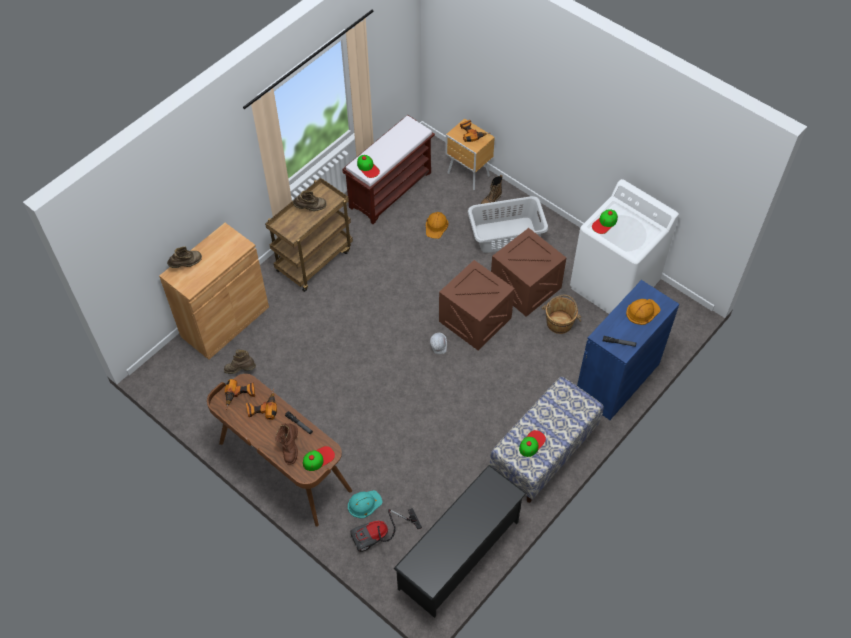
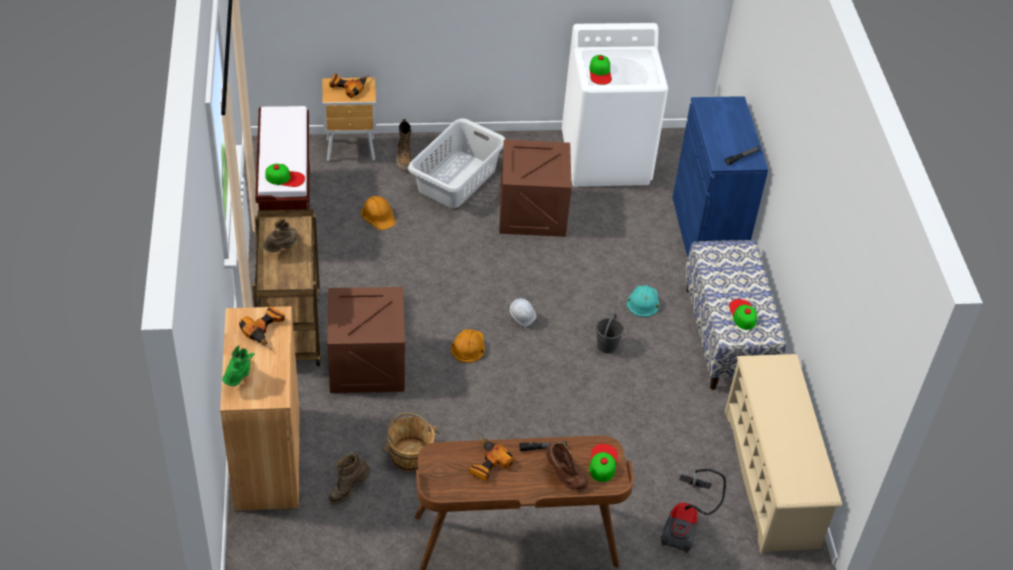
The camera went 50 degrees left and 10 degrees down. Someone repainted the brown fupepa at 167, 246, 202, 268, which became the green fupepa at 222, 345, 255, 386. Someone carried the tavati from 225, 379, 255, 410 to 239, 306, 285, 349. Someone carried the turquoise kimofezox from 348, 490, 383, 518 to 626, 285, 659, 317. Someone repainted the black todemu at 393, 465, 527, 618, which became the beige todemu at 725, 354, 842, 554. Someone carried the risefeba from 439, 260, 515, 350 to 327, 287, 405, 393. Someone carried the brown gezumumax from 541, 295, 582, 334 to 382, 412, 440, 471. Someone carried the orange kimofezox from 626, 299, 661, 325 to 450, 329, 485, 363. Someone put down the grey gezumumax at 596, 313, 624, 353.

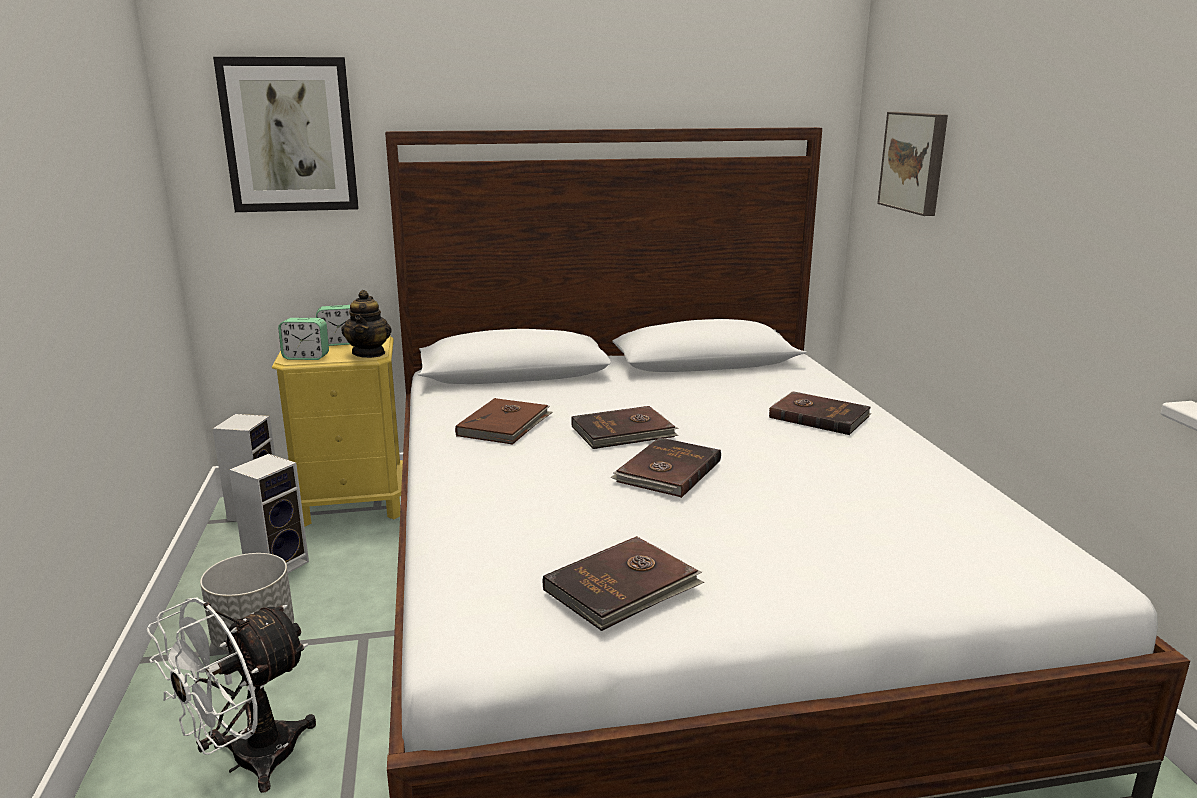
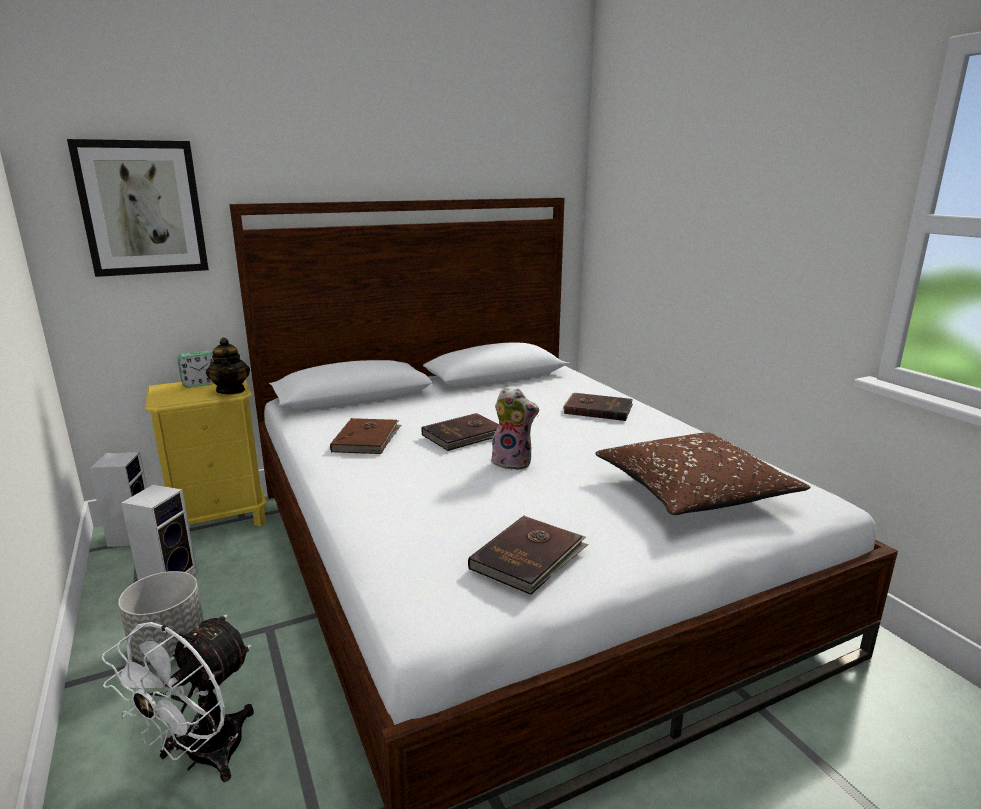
The camera went 15 degrees left and 0 degrees up. Someone took away the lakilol at 278, 318, 329, 360. Someone swapped the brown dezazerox at 610, 437, 721, 498 for the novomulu at 491, 387, 539, 470. Someone took away the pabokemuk at 877, 112, 948, 216. Someone put down the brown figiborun at 595, 433, 810, 515.

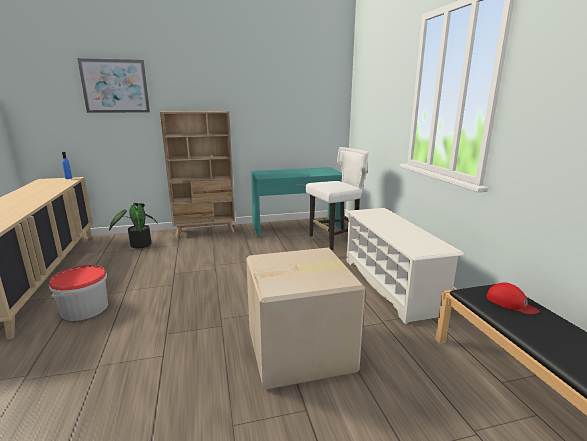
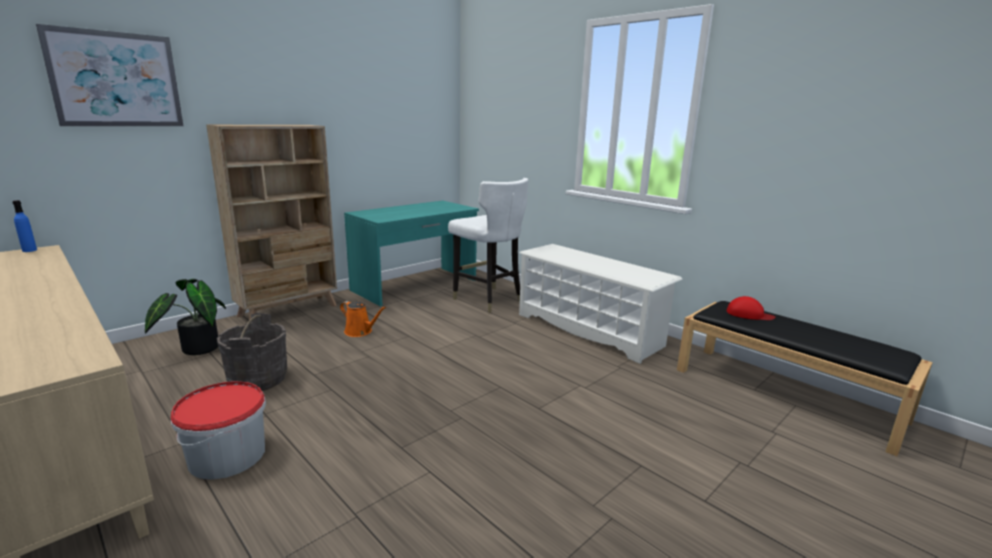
The camera went 30 degrees left and 0 degrees up. Someone took away the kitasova at 246, 247, 365, 389. Someone rotated the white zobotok at 305, 147, 369, 251 by 105 degrees clockwise. Someone put down the grey gezumumax at 217, 313, 287, 391. Someone put down the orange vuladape at 340, 301, 386, 337.

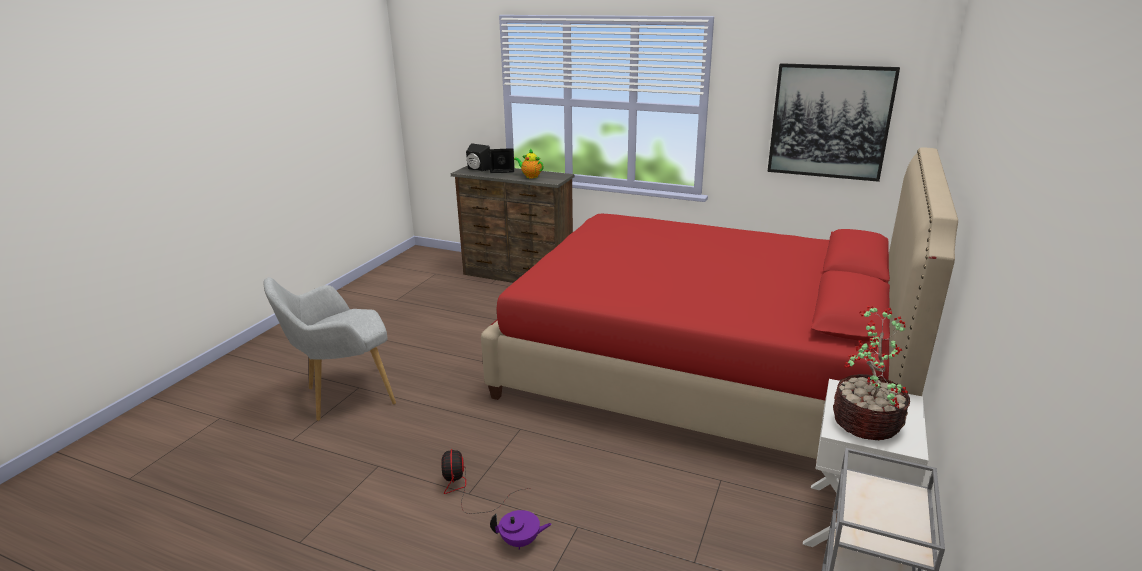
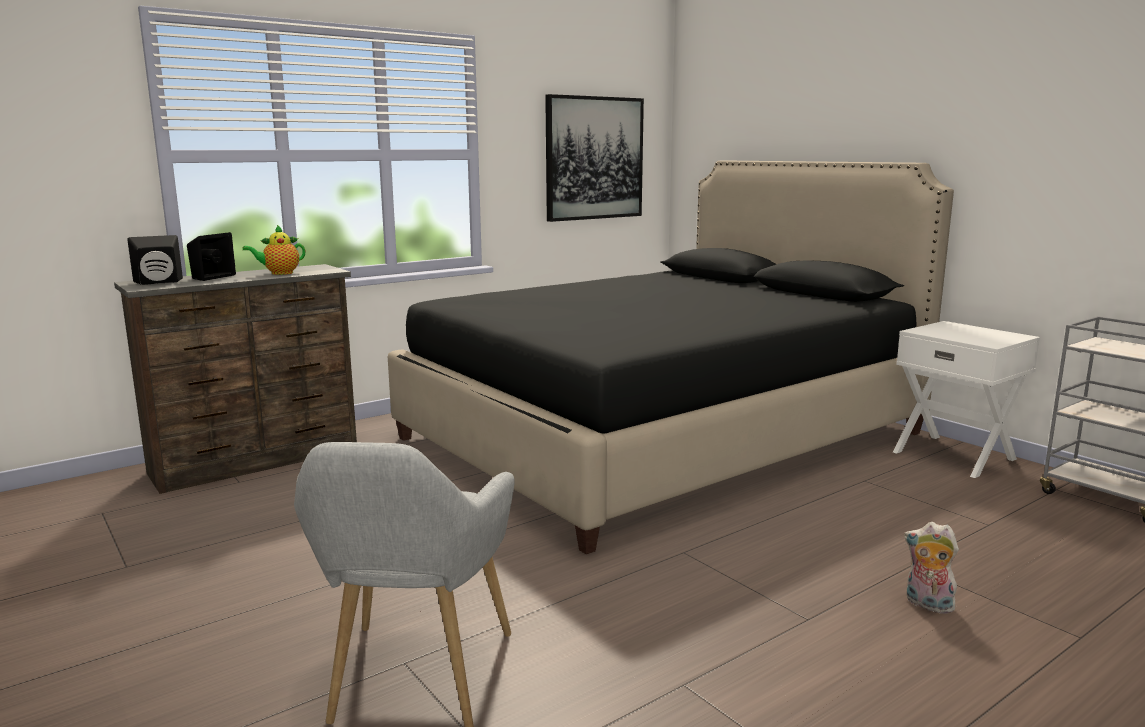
The camera went 60 degrees left and 10 degrees down. Someone took away the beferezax at 441, 449, 530, 514. Someone repainted the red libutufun at 481, 147, 958, 459, which became the black libutufun at 388, 160, 954, 554. Someone swapped the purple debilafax at 490, 510, 552, 550 for the novomulu at 904, 522, 960, 614. Someone took away the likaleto at 833, 306, 910, 440.

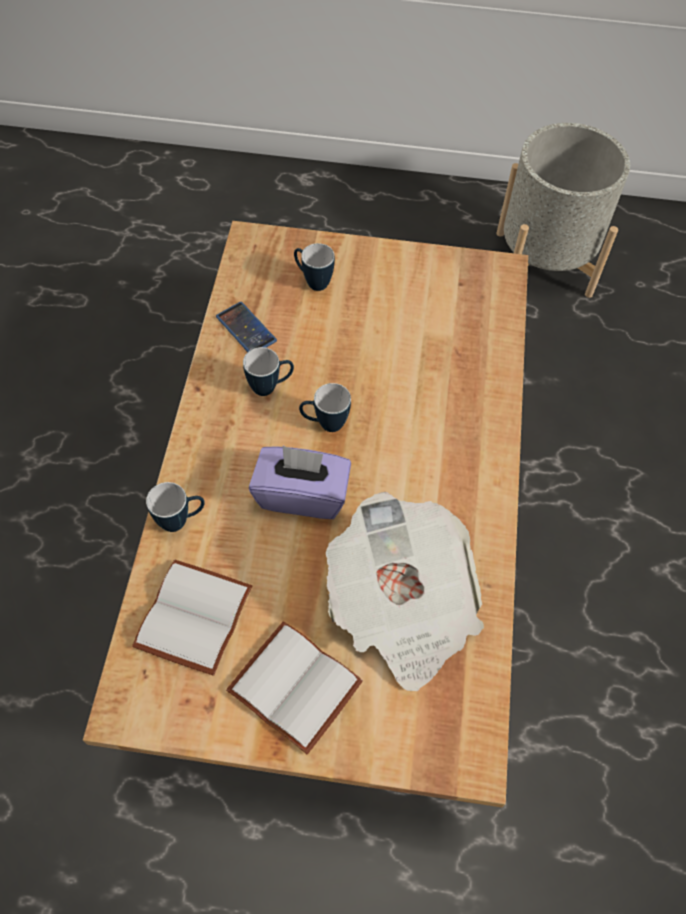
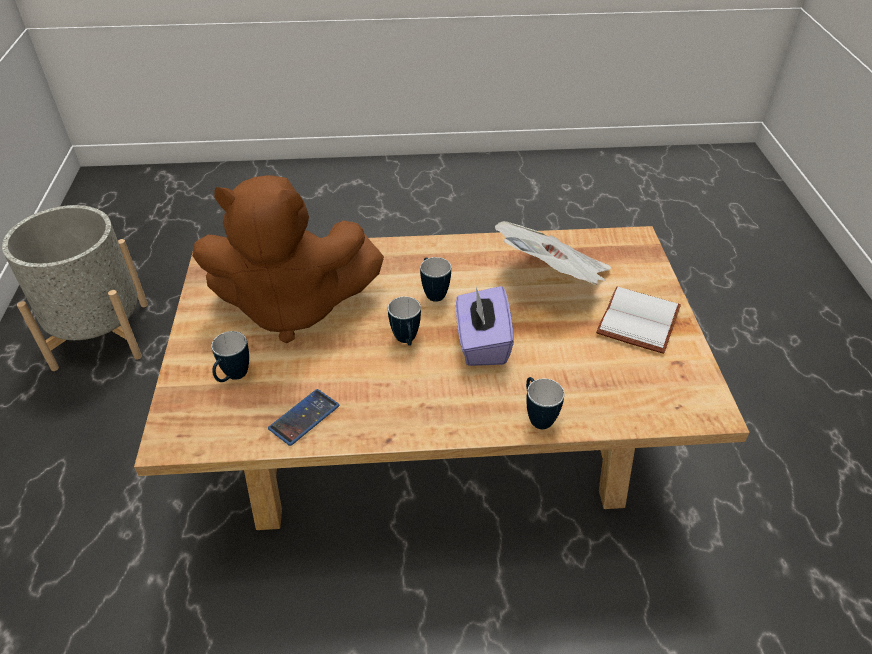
The camera went 100 degrees left and 15 degrees down. Someone took away the white dezazerox at 132, 560, 252, 676. Someone carried the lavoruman from 243, 347, 294, 396 to 420, 257, 451, 302. Someone put down the brown novomulu at 192, 175, 384, 343.

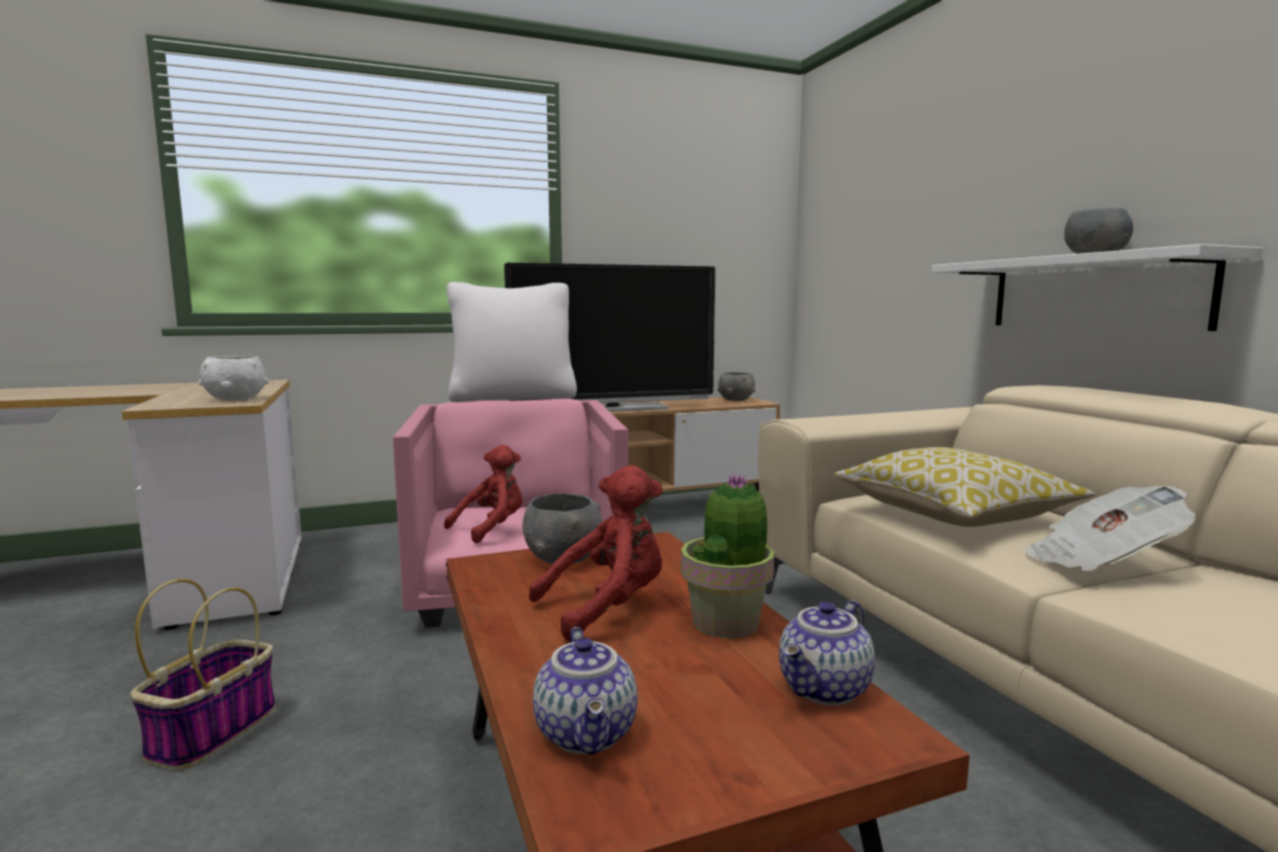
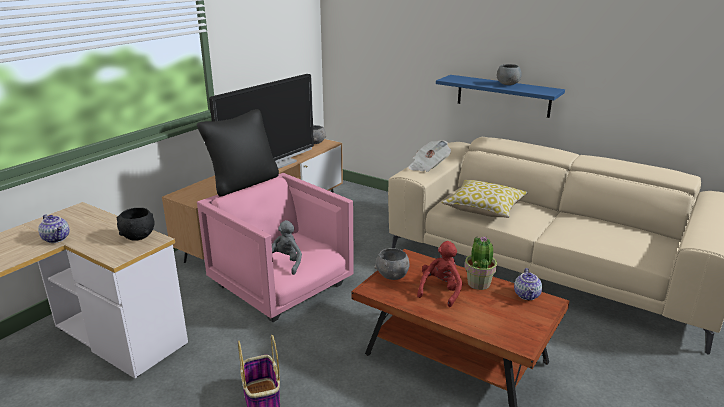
The camera went 35 degrees left and 15 degrees up. Someone repainted the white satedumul at 199, 356, 268, 400, which became the black satedumul at 117, 208, 155, 240. Someone repainted the red novomulu at 444, 445, 522, 543, which became the grey novomulu at 272, 220, 302, 275. Someone repainted the white figiborun at 447, 282, 577, 402, which became the black figiborun at 197, 109, 279, 196. Someone carried the debilafax from 533, 627, 637, 755 to 38, 214, 69, 243. Someone repainted the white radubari at 932, 244, 1263, 331, which became the blue radubari at 436, 75, 565, 118. Someone carried the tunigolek from 1025, 486, 1196, 571 to 408, 140, 451, 172.

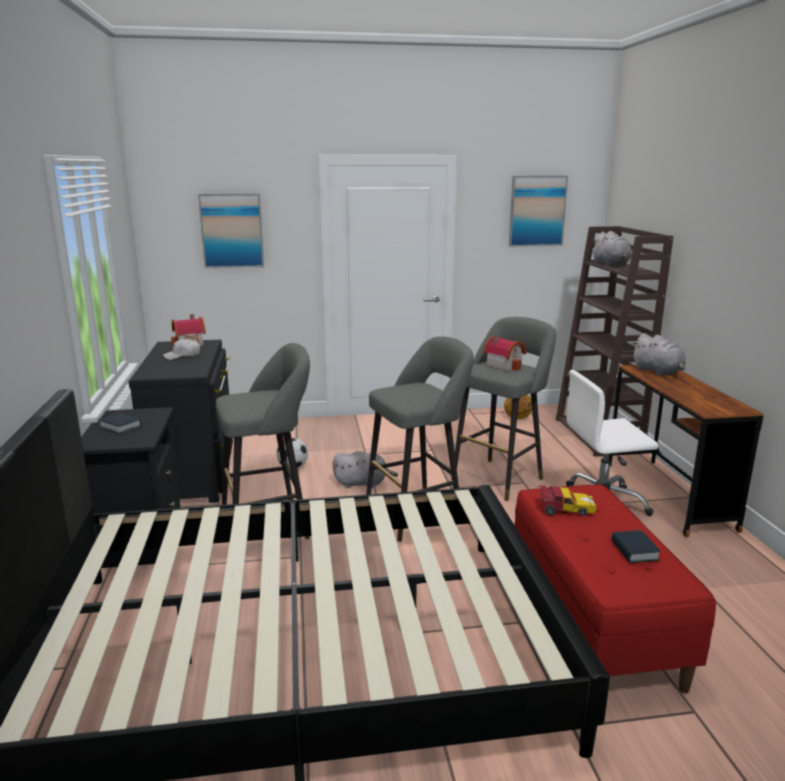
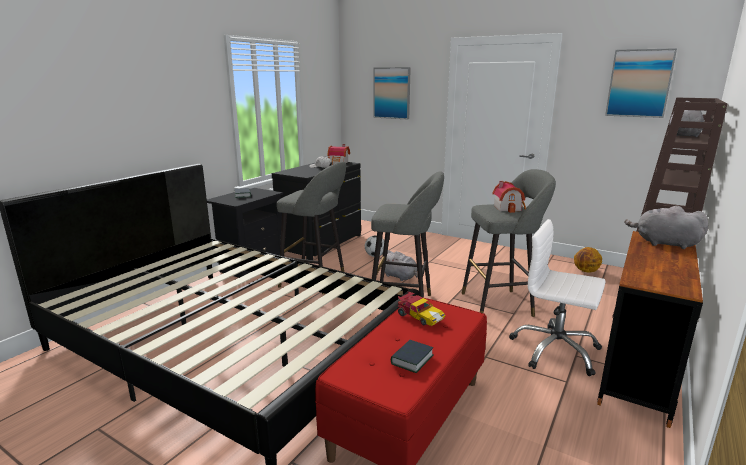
The camera went 40 degrees right and 0 degrees up. Someone rotated the grey novomulu at 632, 333, 686, 376 by 105 degrees clockwise.

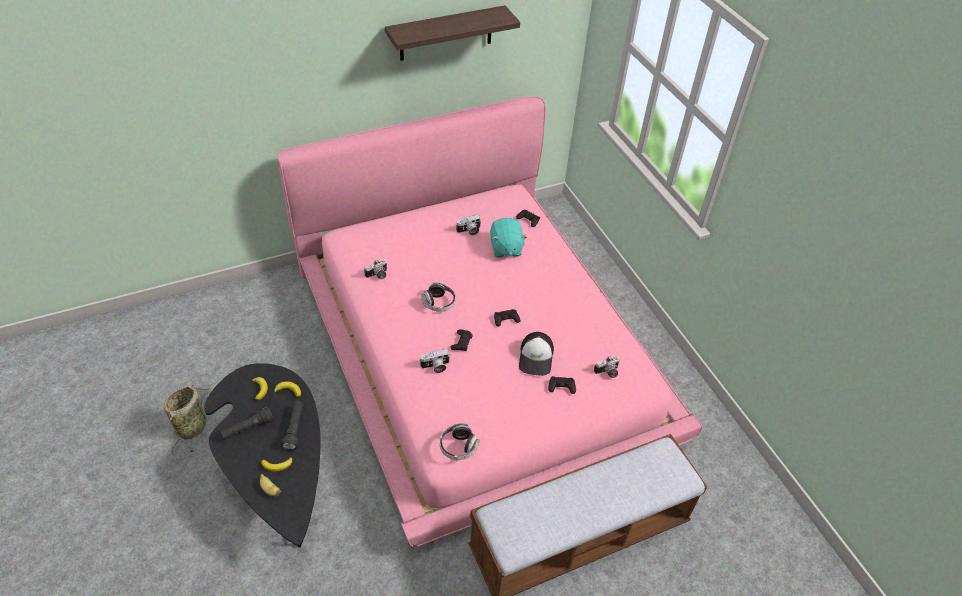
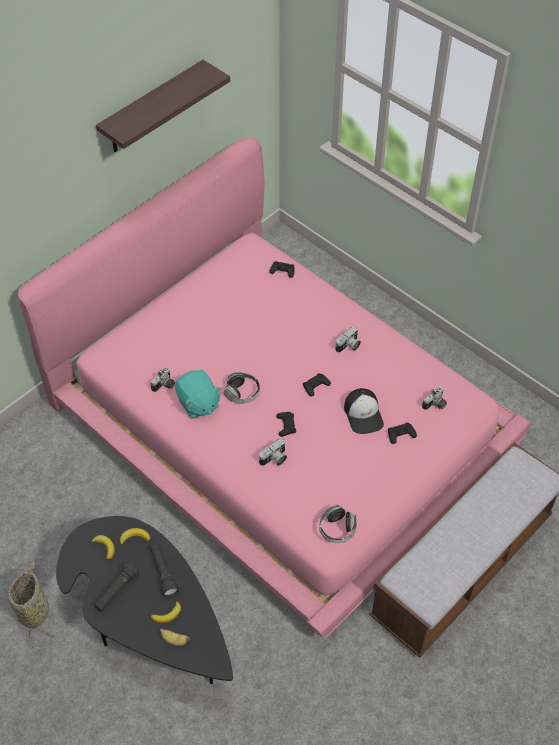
The camera went 20 degrees left and 5 degrees up. Someone carried the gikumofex from 457, 215, 481, 235 to 336, 326, 361, 353. Someone carried the turquoise novomulu from 490, 218, 527, 257 to 175, 370, 221, 419.

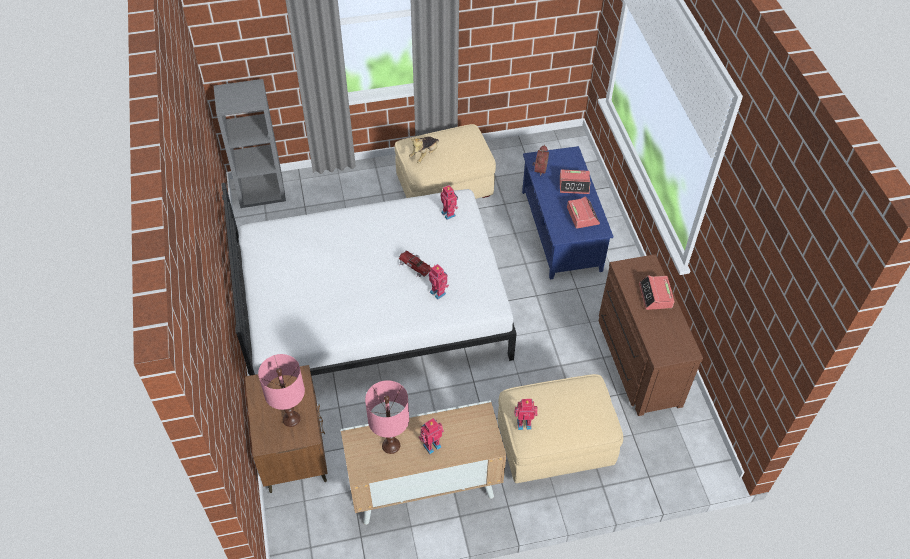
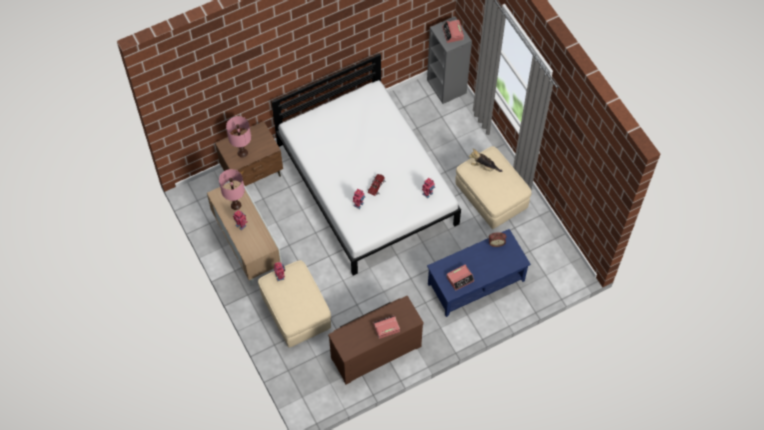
The camera went 75 degrees right and 10 degrees up. Someone carried the lakilol from 560, 170, 590, 194 to 442, 20, 464, 43.

